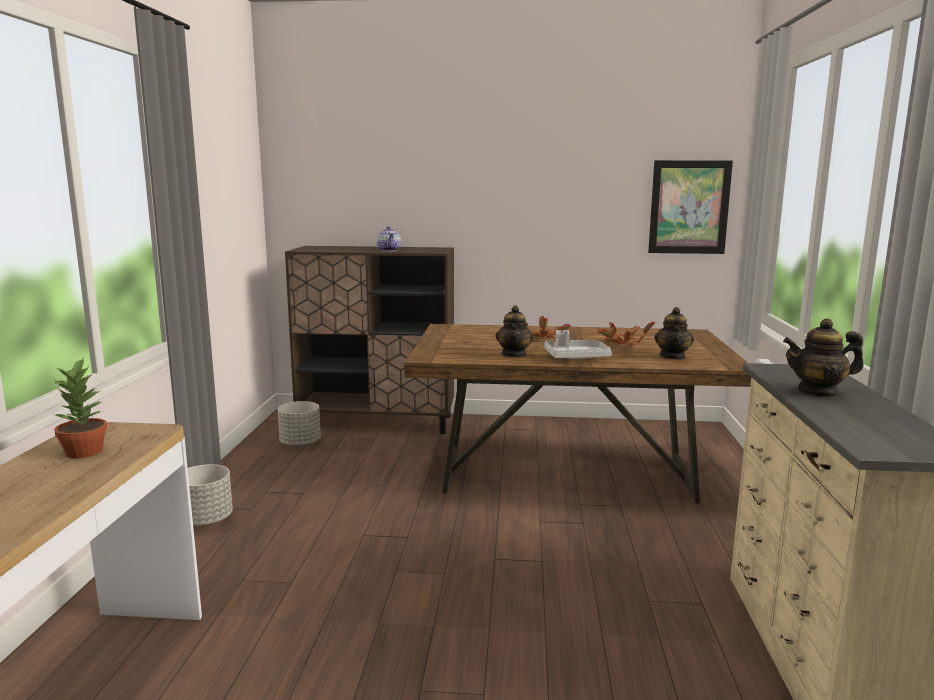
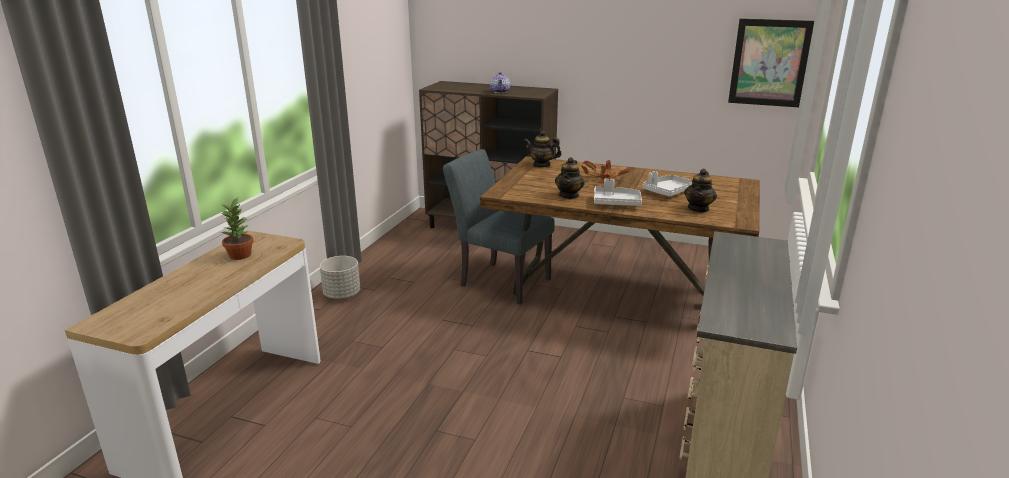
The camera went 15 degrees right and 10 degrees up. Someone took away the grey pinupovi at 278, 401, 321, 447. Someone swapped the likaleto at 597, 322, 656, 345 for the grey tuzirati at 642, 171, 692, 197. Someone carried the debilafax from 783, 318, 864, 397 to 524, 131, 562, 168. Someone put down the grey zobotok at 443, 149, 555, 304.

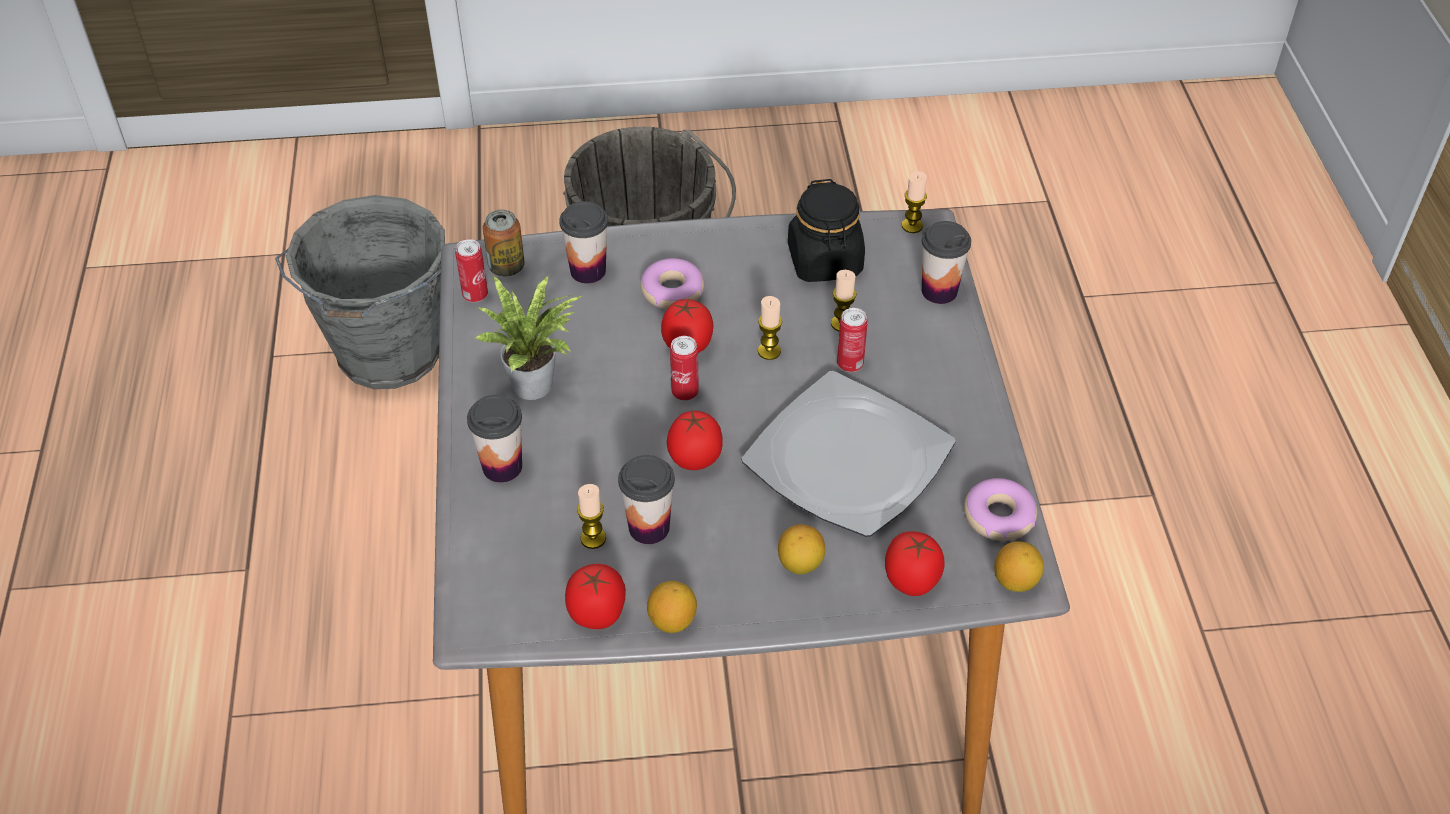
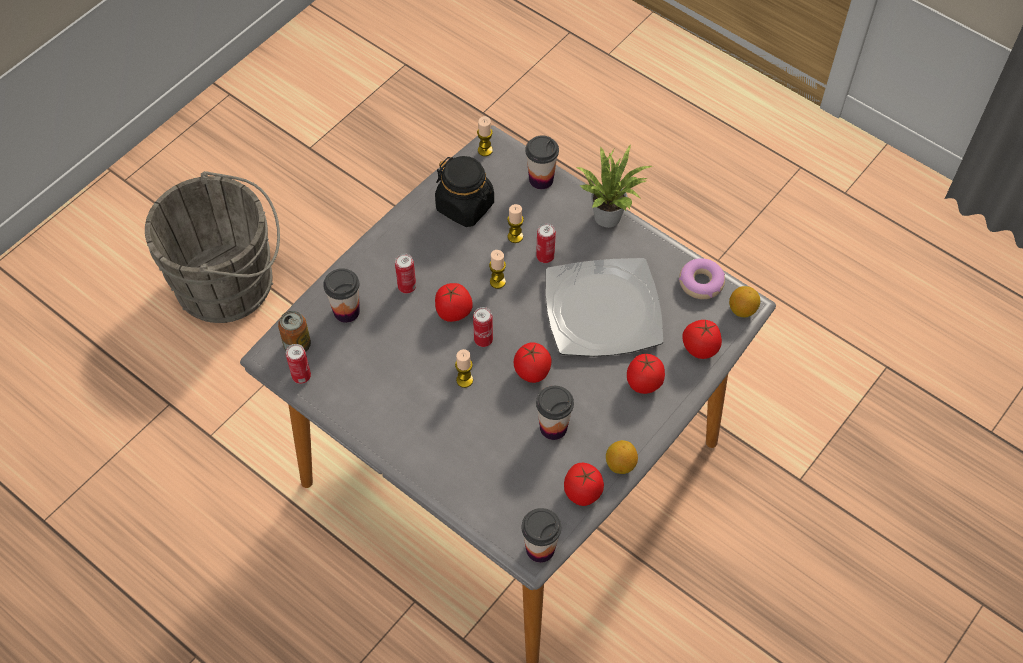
The camera went 45 degrees left and 10 degrees up. Someone took away the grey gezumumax at 275, 195, 445, 389. Someone carried the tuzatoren from 467, 395, 522, 483 to 521, 508, 561, 563. Someone carried the likaleto from 474, 275, 582, 400 to 575, 144, 652, 228. Someone carried the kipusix from 577, 484, 606, 549 to 455, 349, 473, 388. Someone swapped the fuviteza at 640, 258, 704, 309 for the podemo at 395, 253, 416, 294. Someone swapped the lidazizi at 778, 524, 825, 575 for the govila at 627, 354, 665, 394.

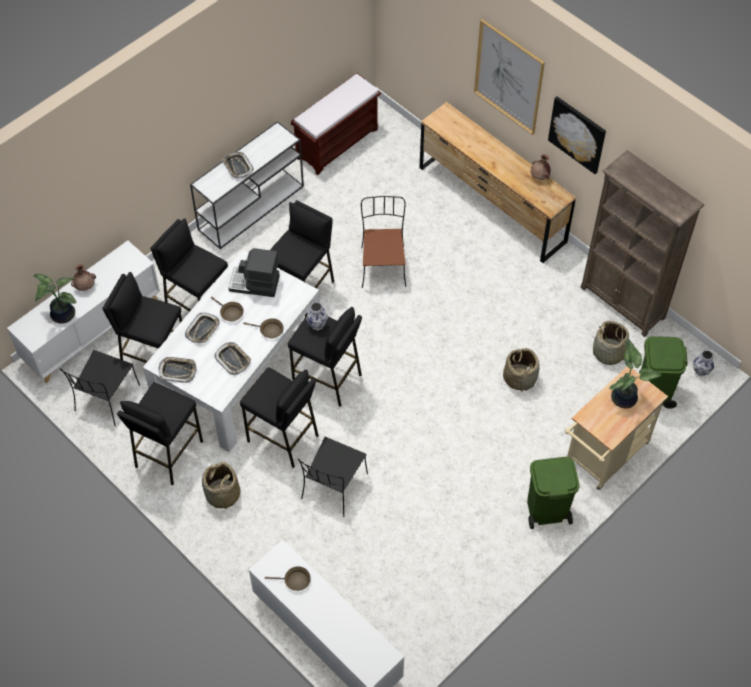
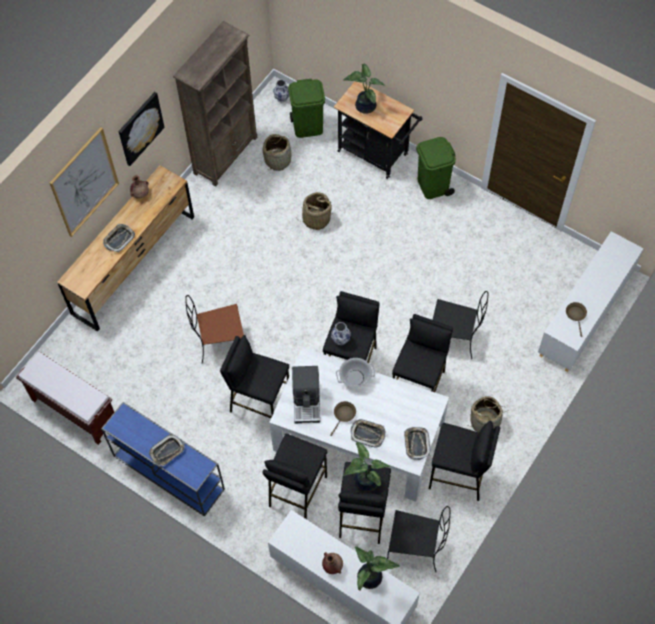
The camera went 100 degrees left and 5 degrees up. Someone repainted the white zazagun at 190, 121, 304, 249, which became the blue zazagun at 101, 402, 225, 517. Someone carried the tuzirati from 214, 342, 251, 375 to 103, 224, 135, 252. Someone swapped the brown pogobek at 243, 318, 284, 338 for the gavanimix at 336, 358, 375, 388. Someone repainted the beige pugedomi at 565, 366, 668, 490, which became the black pugedomi at 334, 81, 422, 179. Someone put down the likaleto at 343, 442, 390, 493.

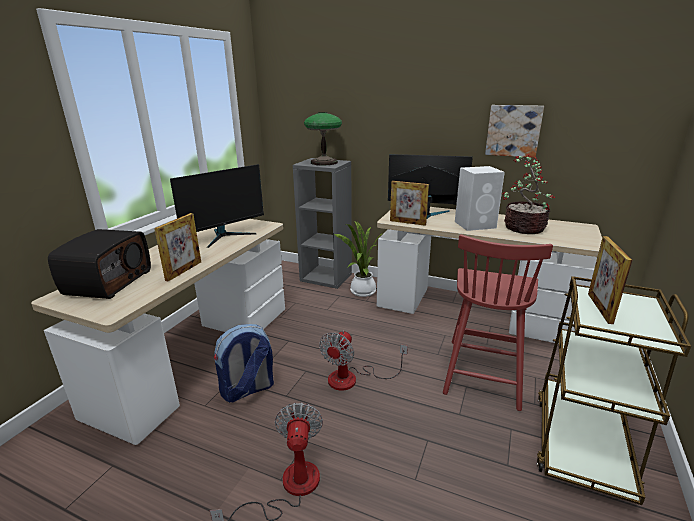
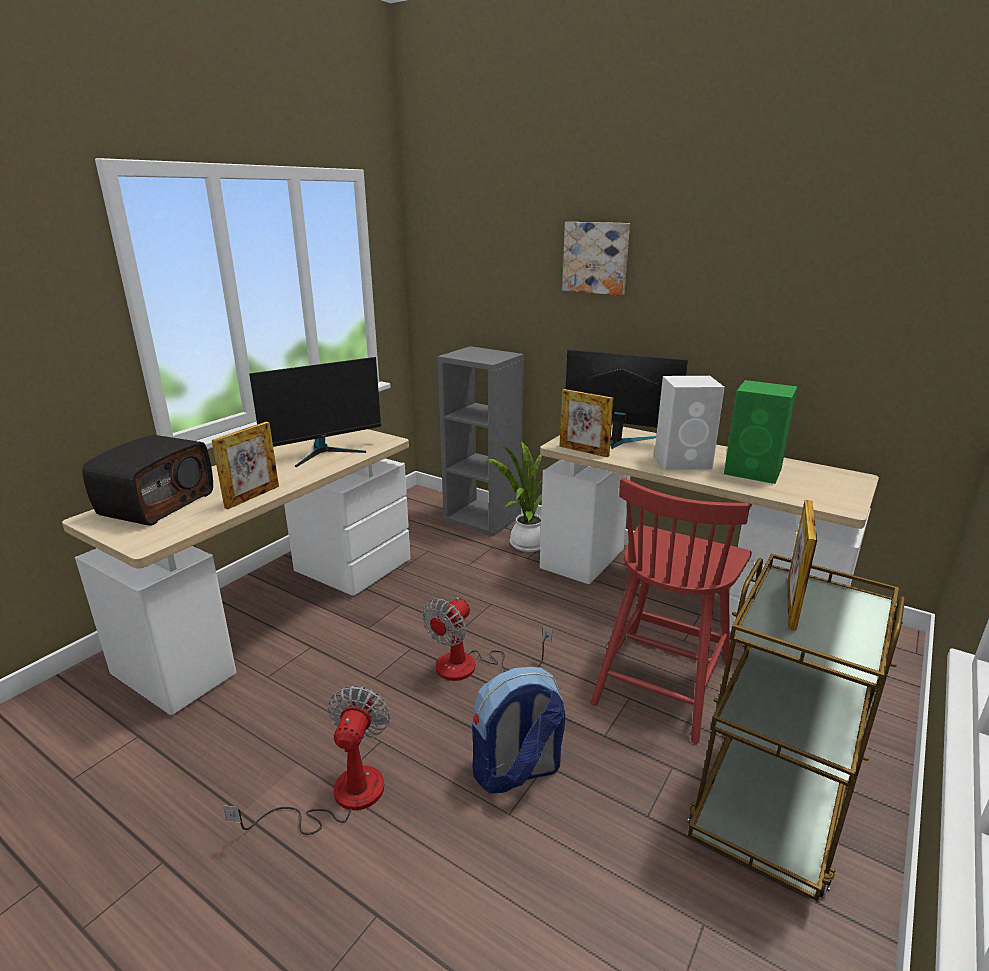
The camera went 10 degrees right and 0 degrees up. Someone carried the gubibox from 214, 324, 274, 403 to 472, 667, 565, 794. Someone took away the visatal at 304, 112, 342, 165. Someone carried the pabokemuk from 485, 105, 544, 158 to 562, 222, 630, 296. Someone swapped the likaleto at 502, 154, 555, 234 for the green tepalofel at 724, 380, 798, 484.

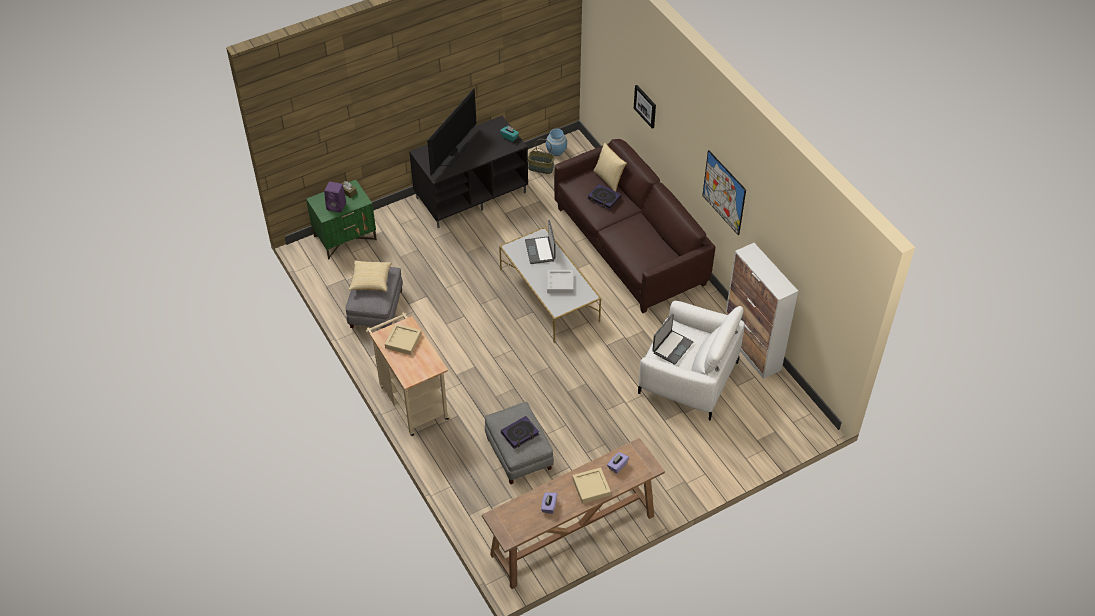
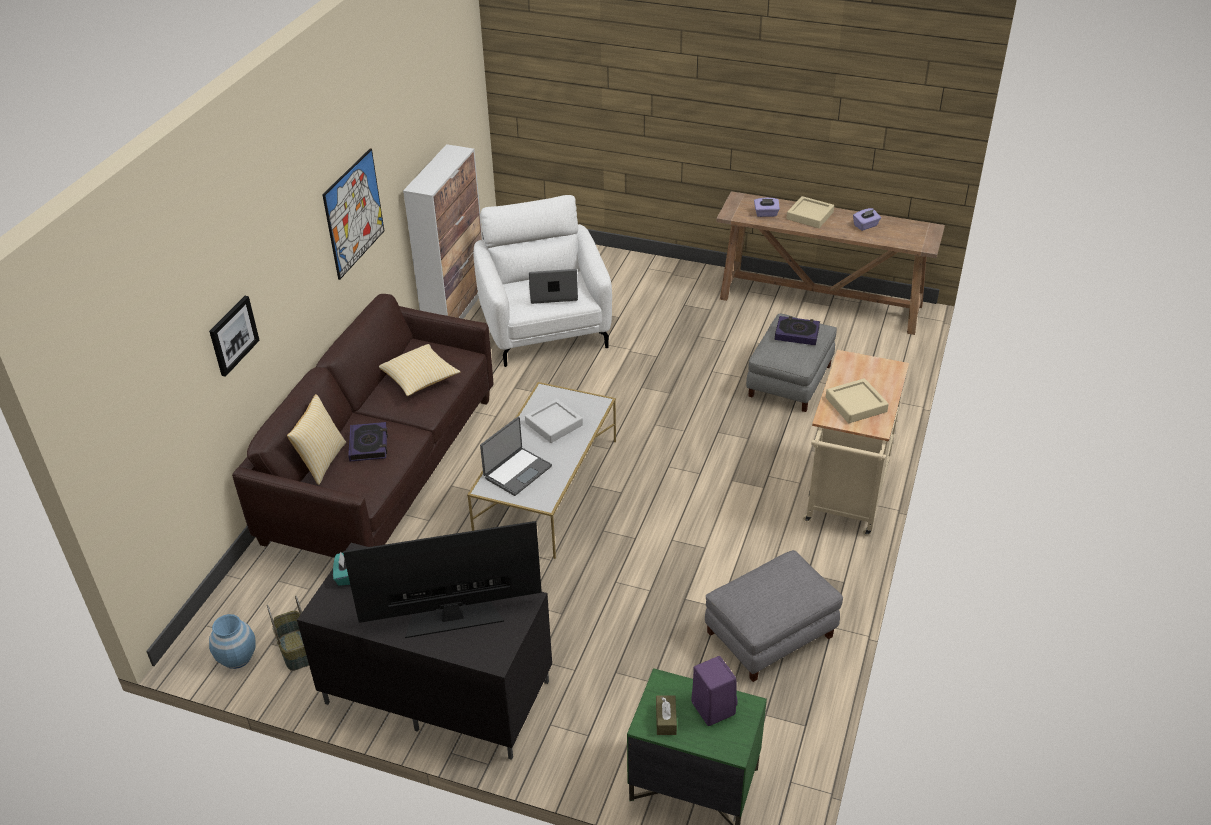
The camera went 130 degrees left and 10 degrees down. Someone carried the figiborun from 349, 260, 392, 292 to 379, 344, 460, 396.

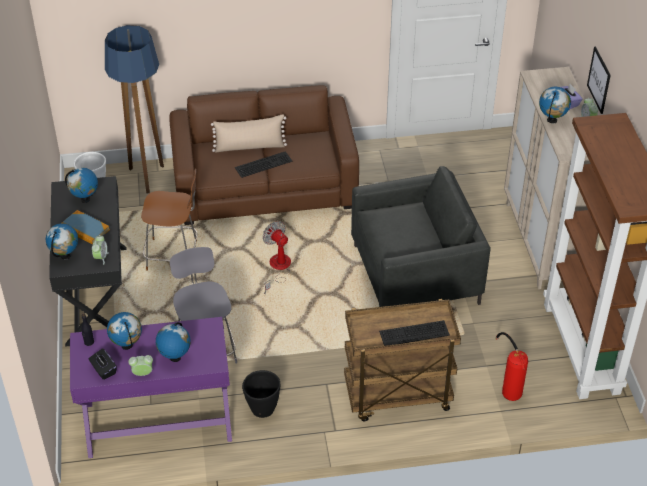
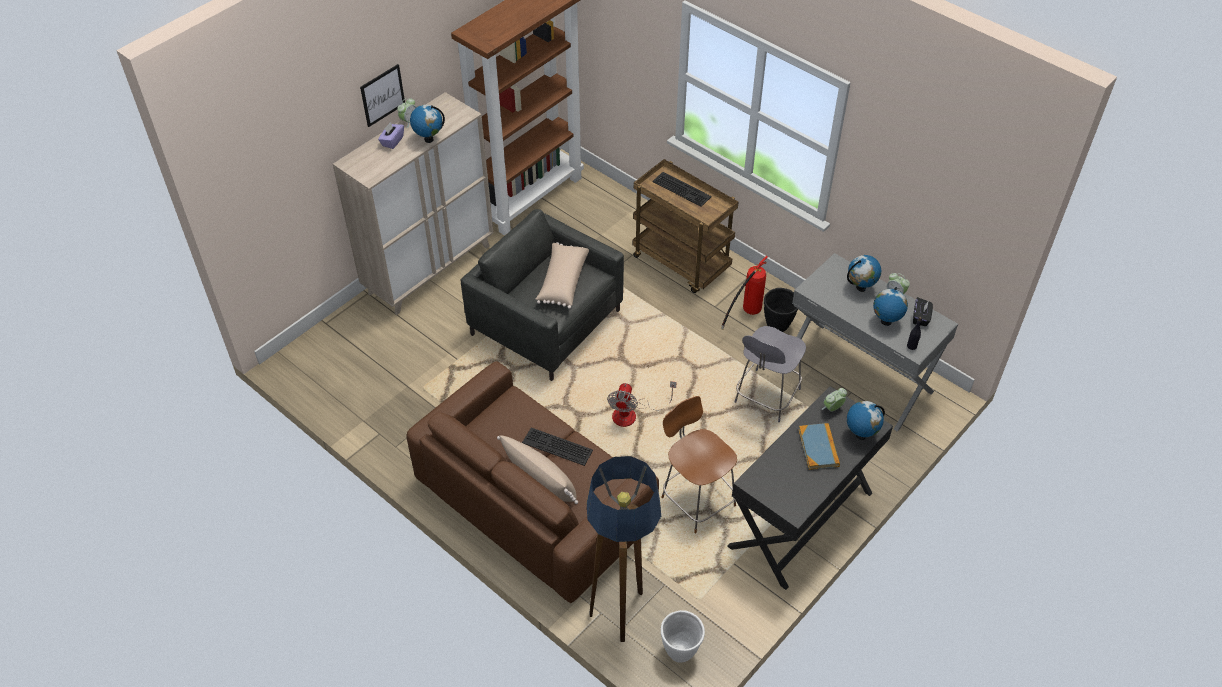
The camera went 130 degrees left and 5 degrees up. Someone took away the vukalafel at 65, 168, 98, 203. Someone repainted the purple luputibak at 70, 317, 232, 458, which became the grey luputibak at 792, 253, 958, 432. Someone carried the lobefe from 495, 332, 528, 401 to 721, 256, 768, 330. Someone put down the beige figiborun at 536, 242, 589, 309.

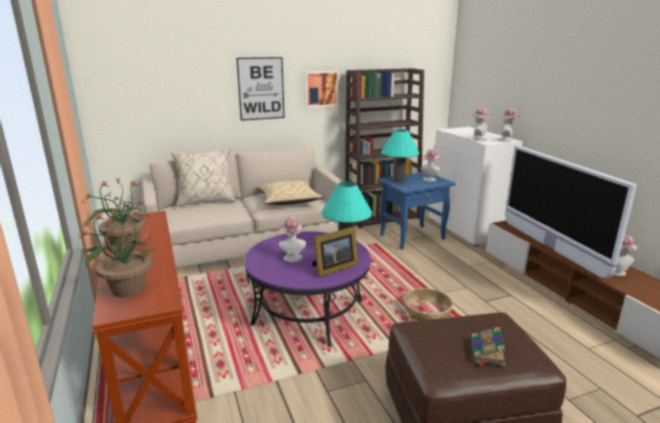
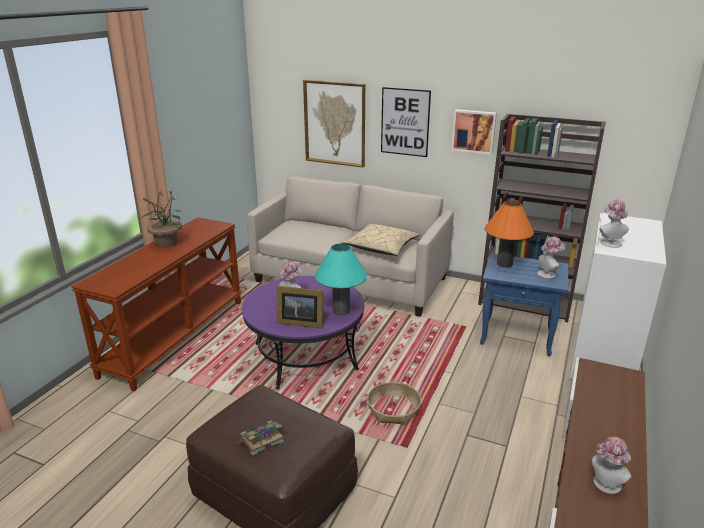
The camera went 45 degrees right and 5 degrees up. Someone took away the likaleto at 78, 207, 156, 297. Someone took away the beige figiborun at 171, 148, 236, 207. Someone repainted the turquoise visatal at 381, 129, 419, 183, which became the orange visatal at 485, 201, 534, 268. Someone took away the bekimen at 497, 108, 521, 142. Someone took away the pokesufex at 505, 145, 637, 278. Someone put up the pabokemuk at 303, 80, 365, 168.

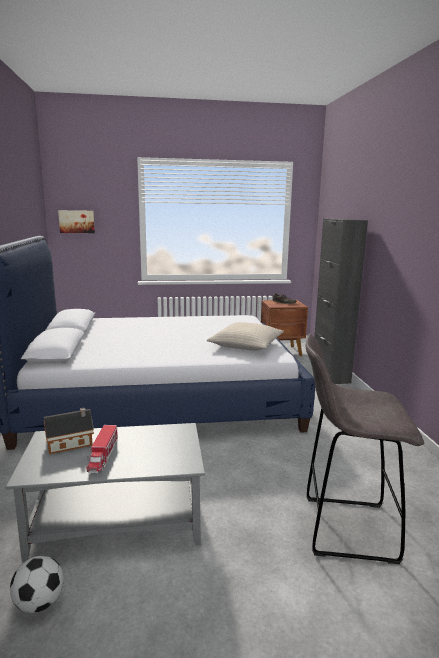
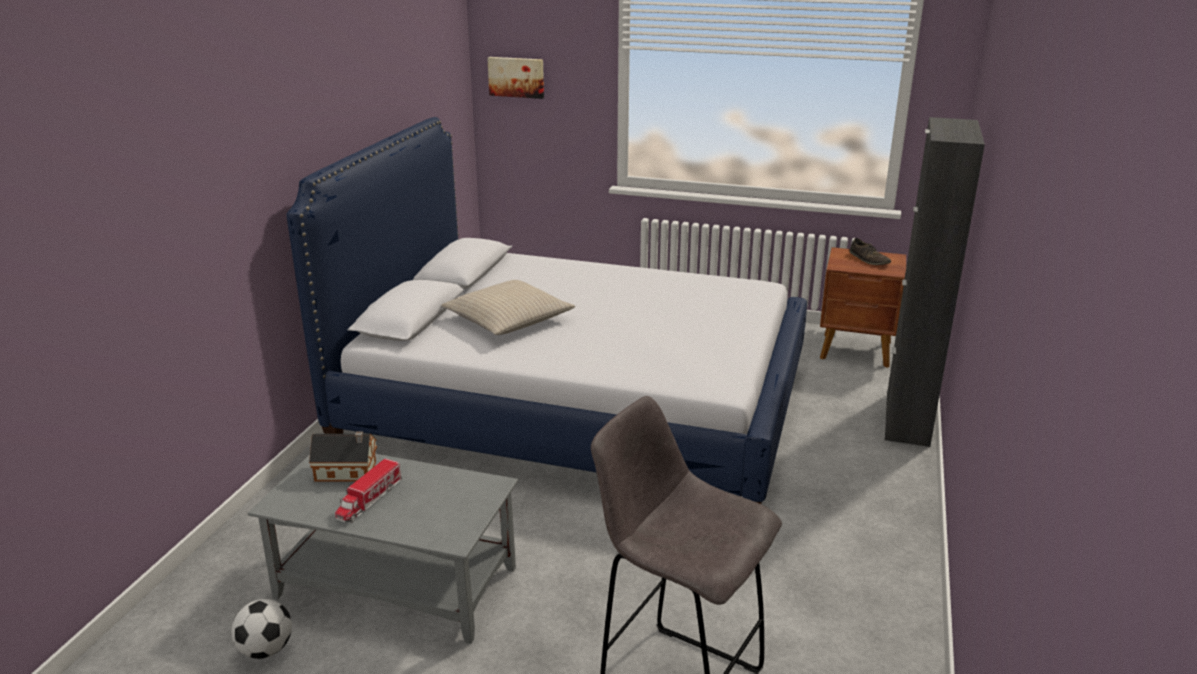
The camera went 25 degrees right and 10 degrees up. Someone carried the beige figiborun from 207, 322, 284, 351 to 441, 280, 575, 335.

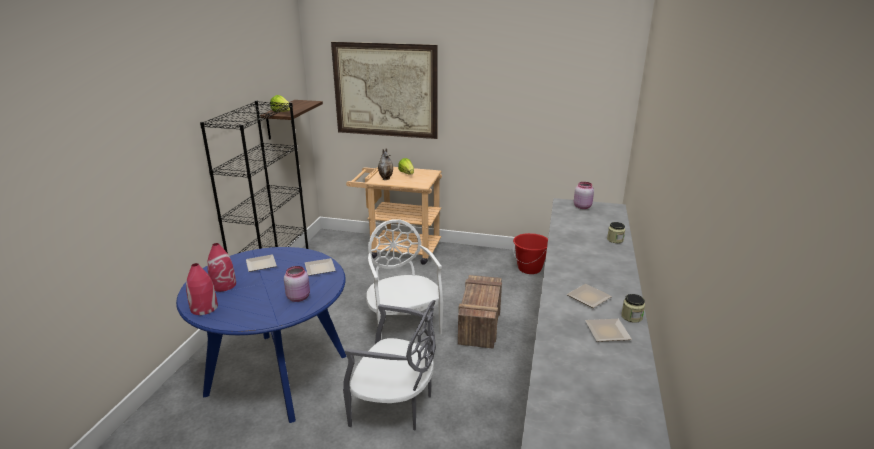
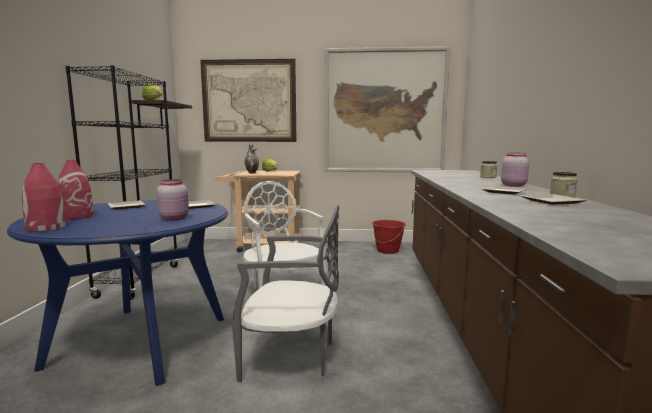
The camera went 10 degrees left and 15 degrees down. Someone took away the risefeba at 458, 275, 502, 349. Someone carried the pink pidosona from 574, 182, 594, 209 to 501, 153, 529, 187. Someone put up the pabokemuk at 325, 46, 450, 172.

